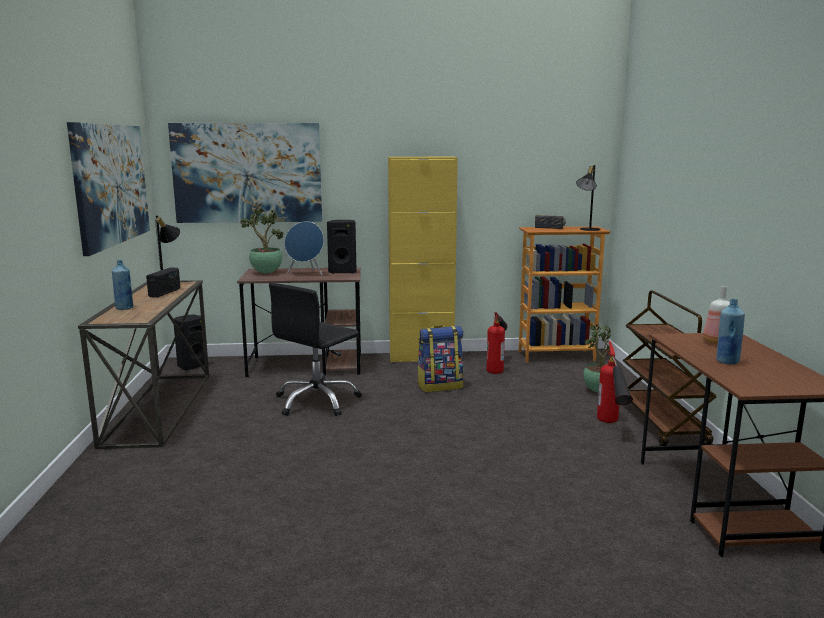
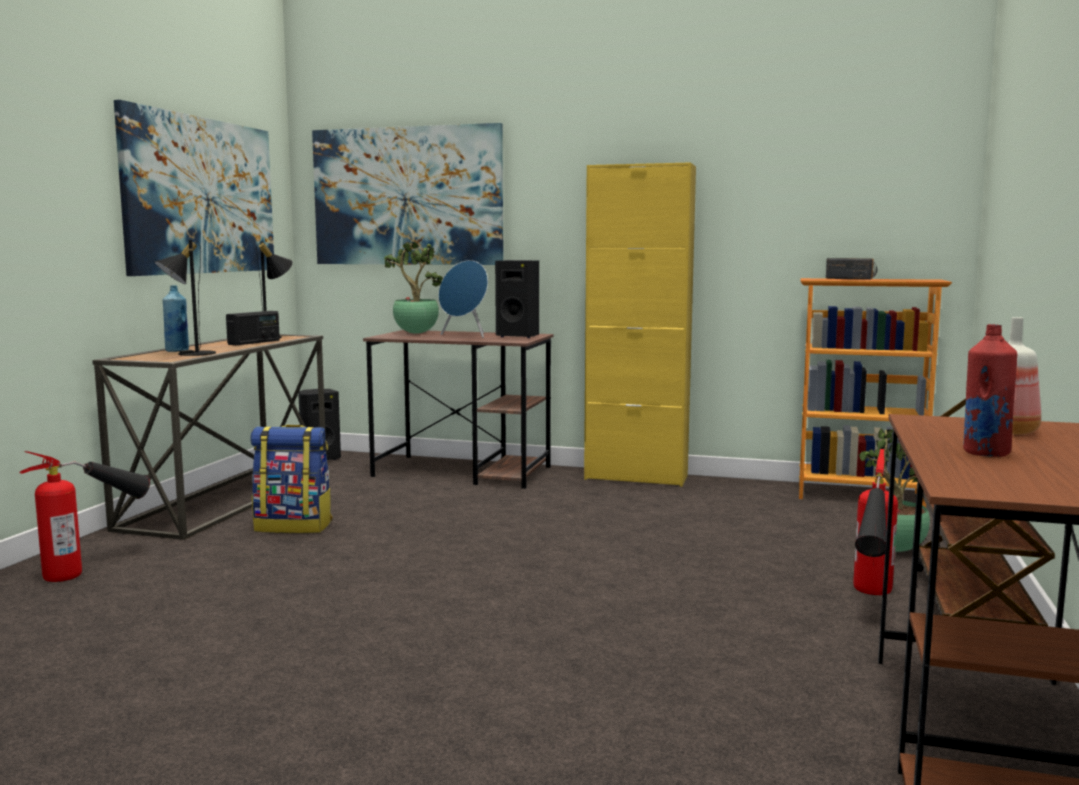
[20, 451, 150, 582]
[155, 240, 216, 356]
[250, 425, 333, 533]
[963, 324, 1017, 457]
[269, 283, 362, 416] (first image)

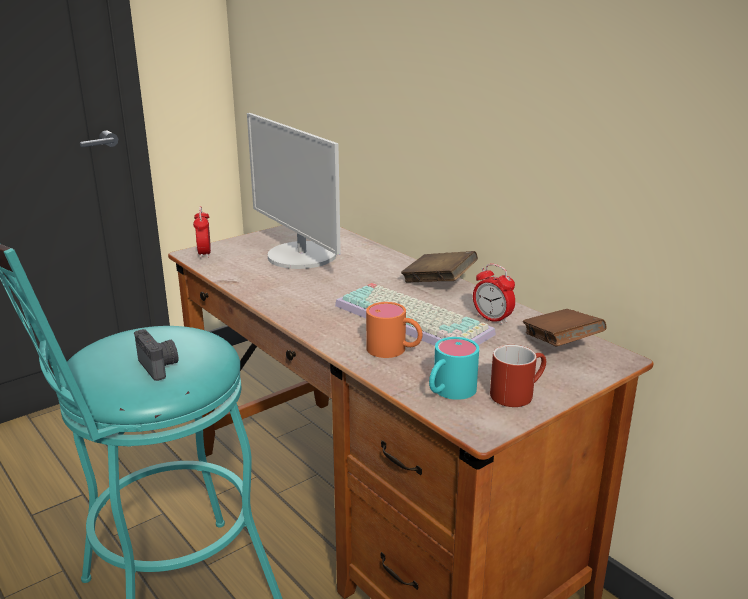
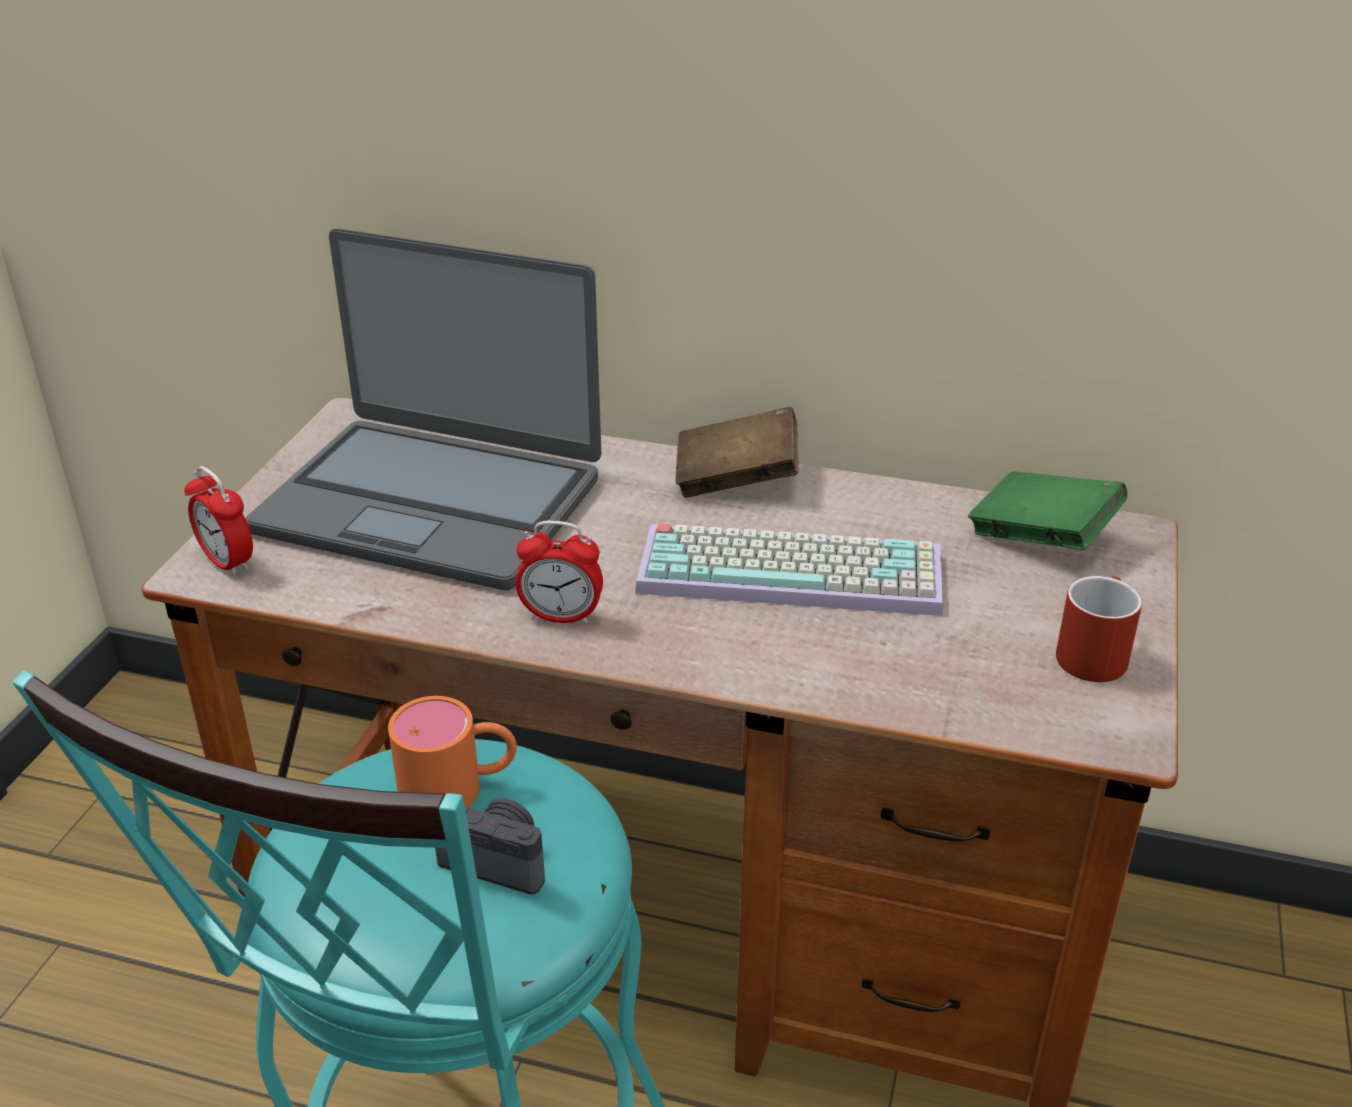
[245, 228, 601, 590]
[388, 696, 517, 807]
[515, 521, 603, 624]
[968, 471, 1127, 550]
[429, 337, 479, 400] (first image)

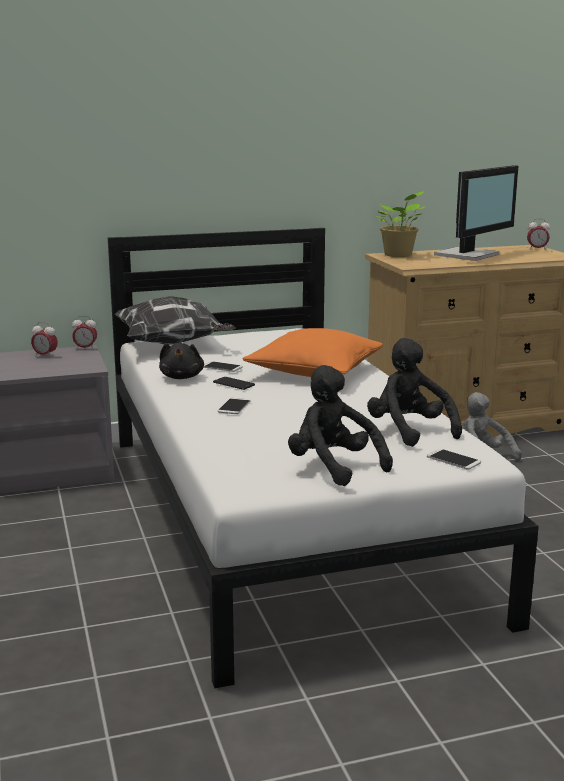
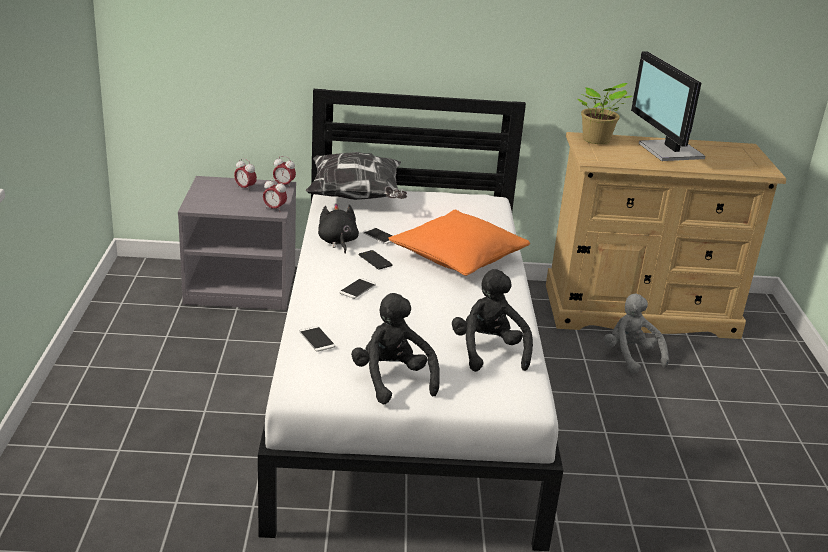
[263, 178, 287, 211]
[299, 326, 335, 352]
[318, 204, 359, 254]
[631, 52, 705, 161]

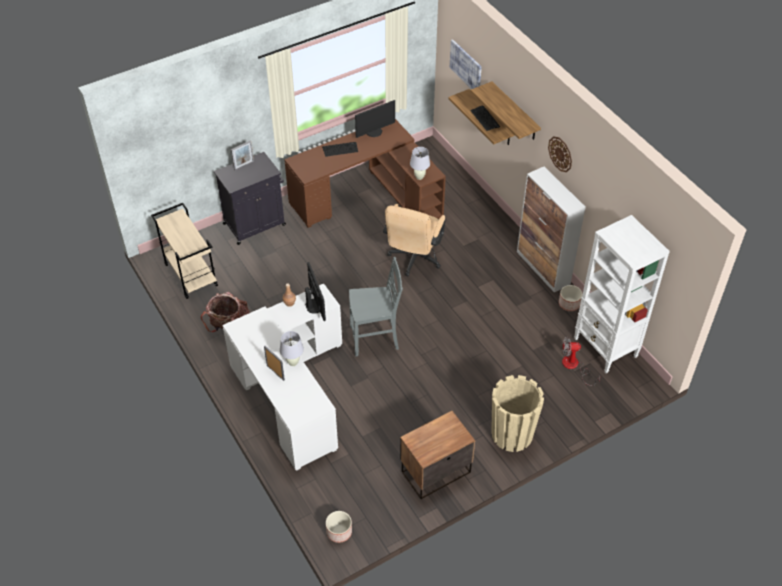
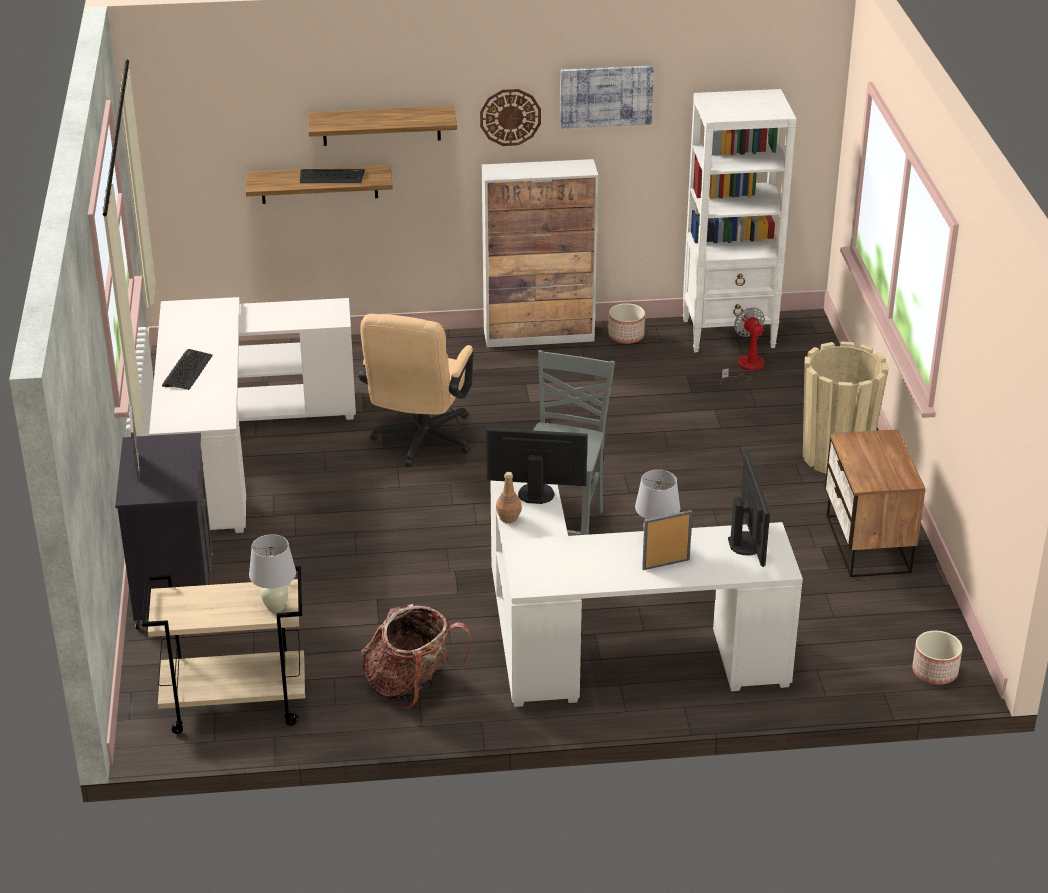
[149, 297, 356, 533]
[249, 534, 296, 612]
[359, 314, 473, 467]
[560, 66, 654, 128]
[721, 307, 765, 387]
[728, 452, 770, 567]

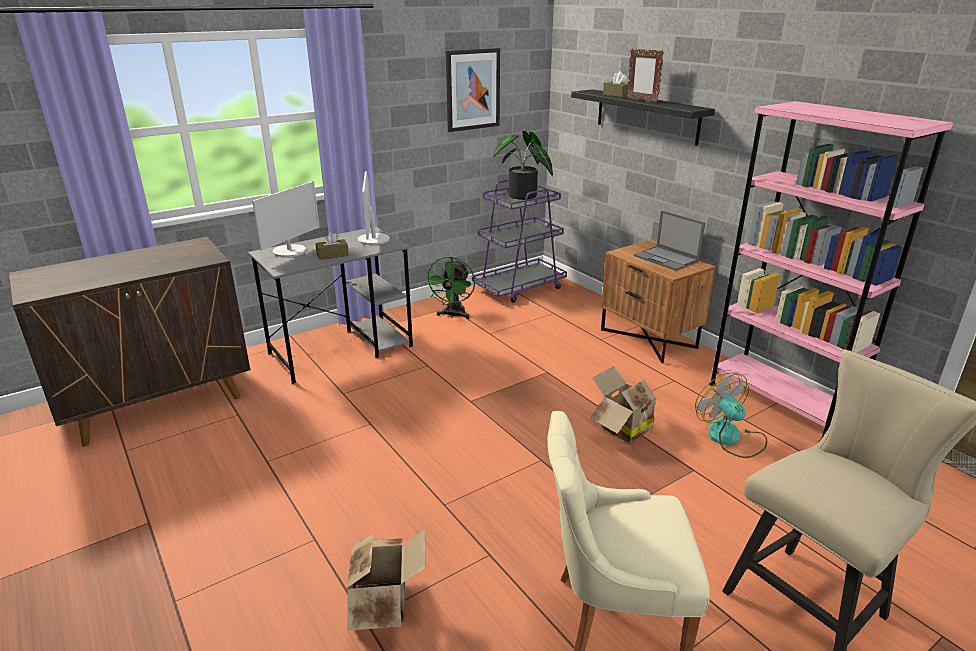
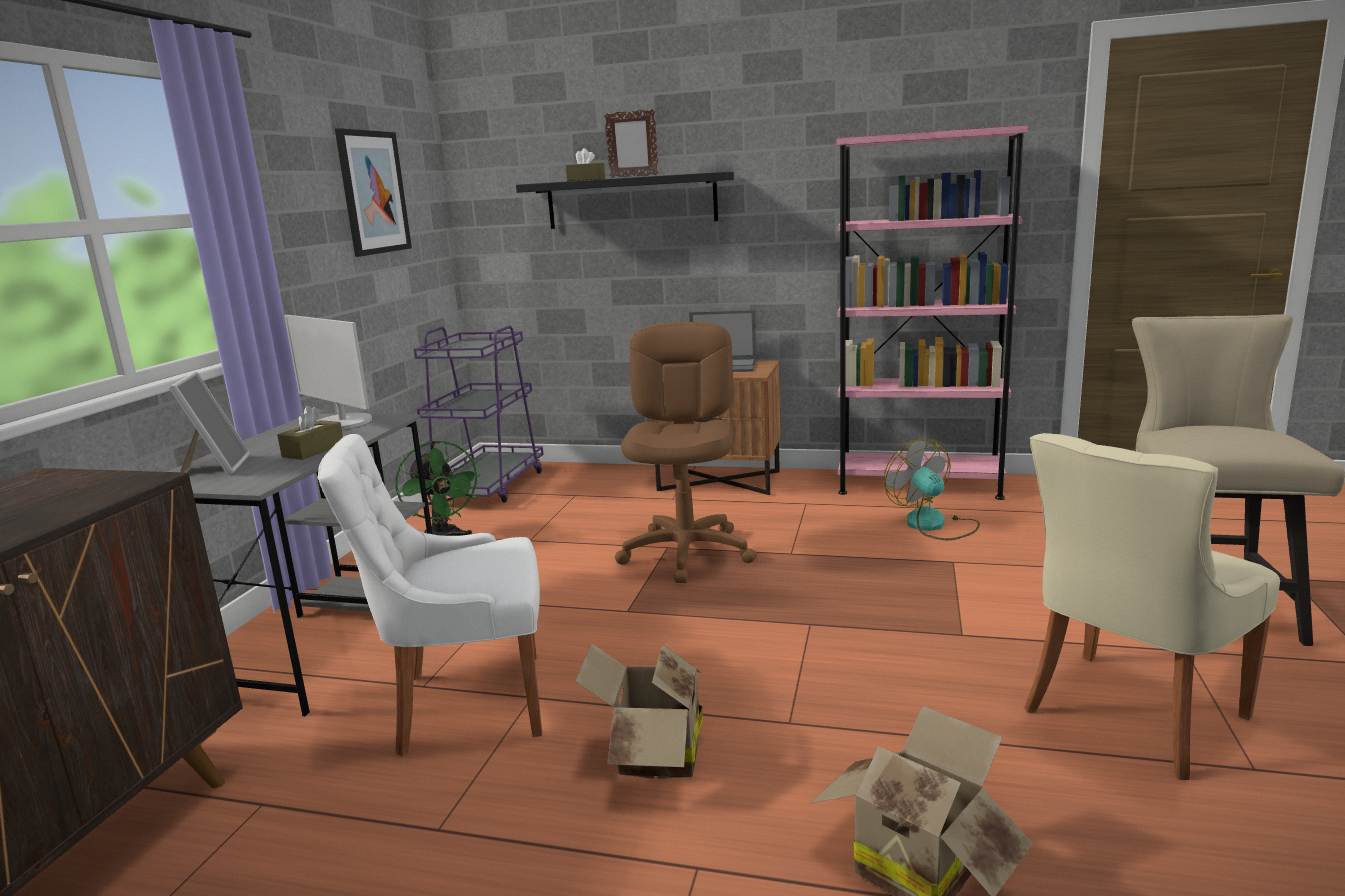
[169, 372, 250, 475]
[317, 434, 542, 756]
[575, 643, 703, 779]
[615, 322, 757, 583]
[884, 439, 980, 540]
[493, 131, 553, 200] (first image)

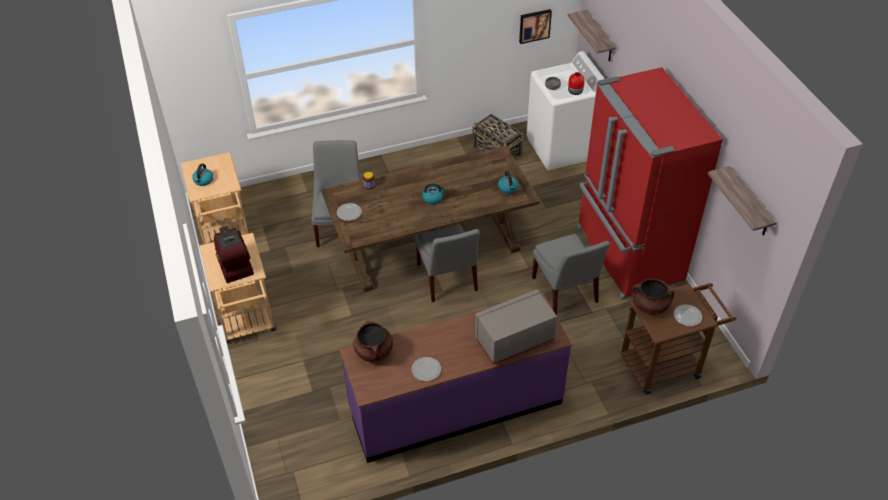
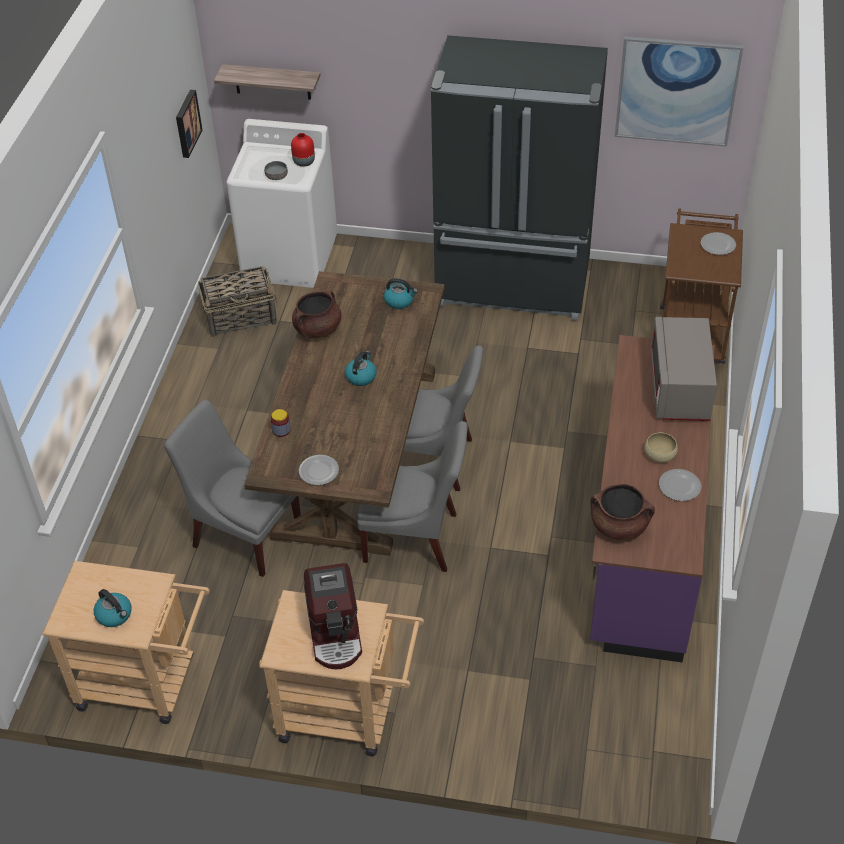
[292, 290, 341, 338]
[304, 563, 362, 669]
[357, 421, 468, 572]
[431, 35, 608, 321]
[615, 36, 743, 147]
[644, 433, 678, 463]

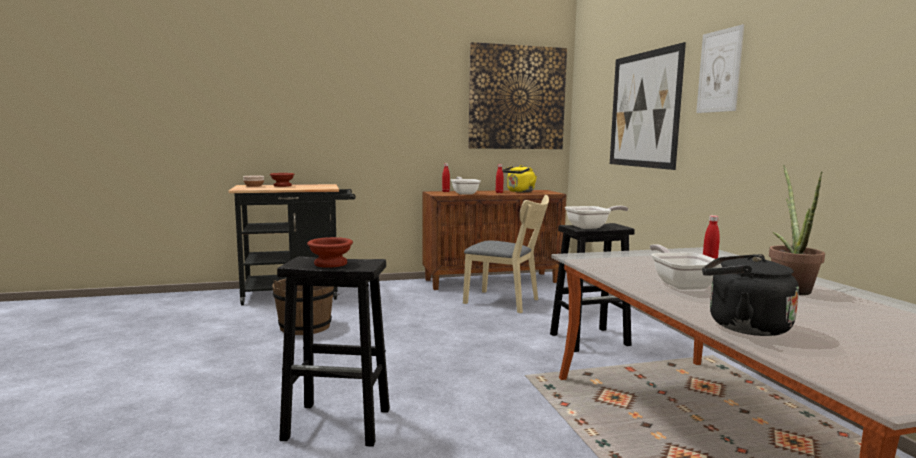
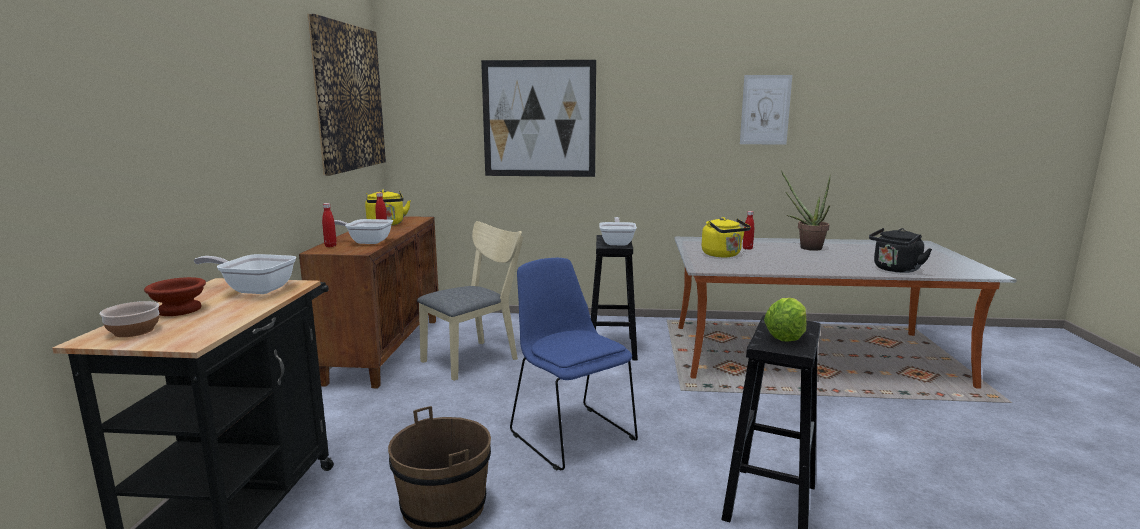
[193, 254, 296, 294]
[510, 258, 638, 470]
[702, 217, 751, 257]
[740, 75, 792, 144]
[764, 298, 807, 341]

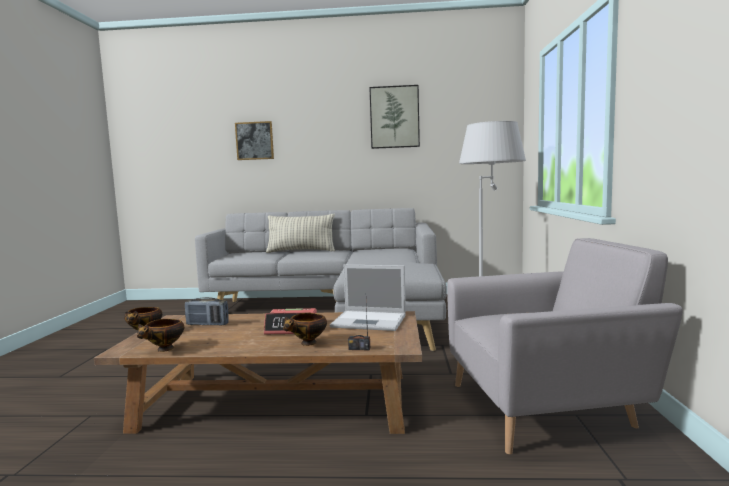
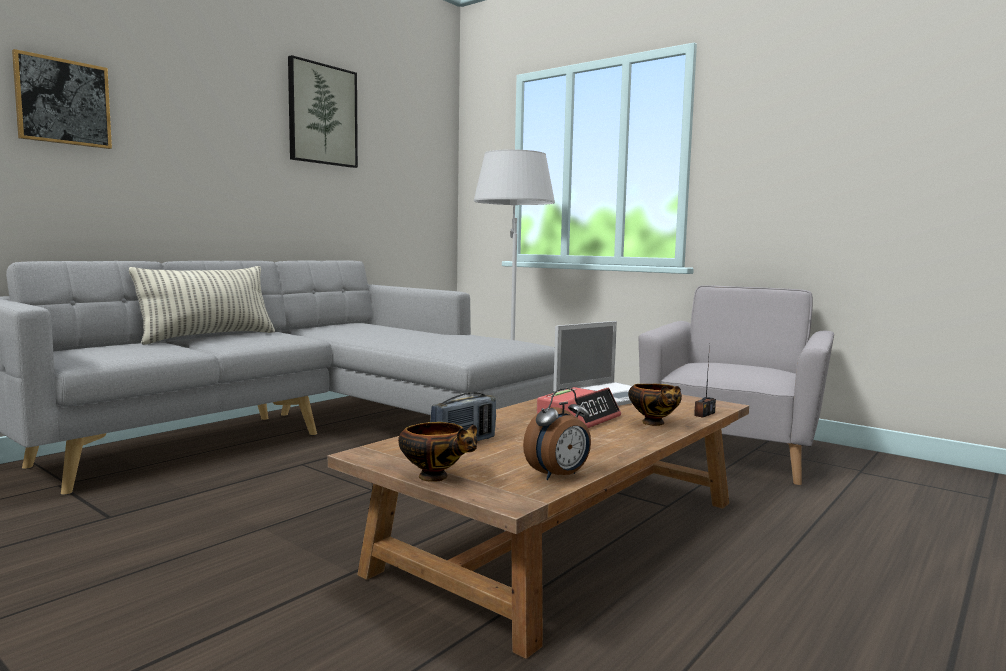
[523, 388, 591, 480]

